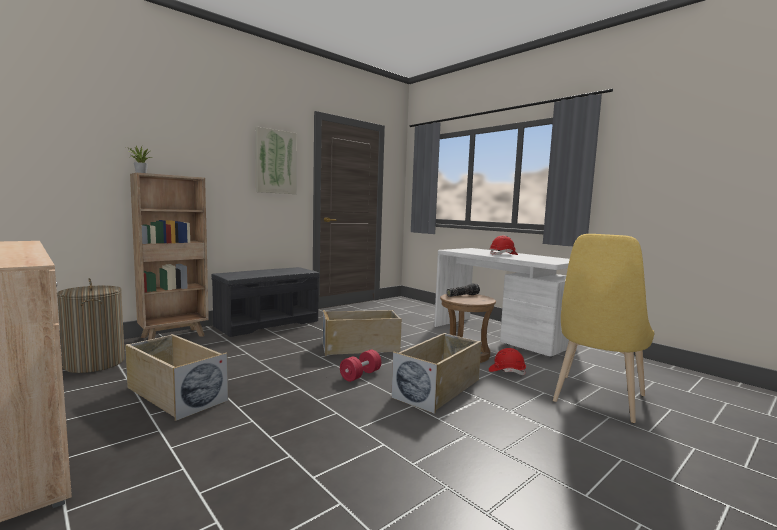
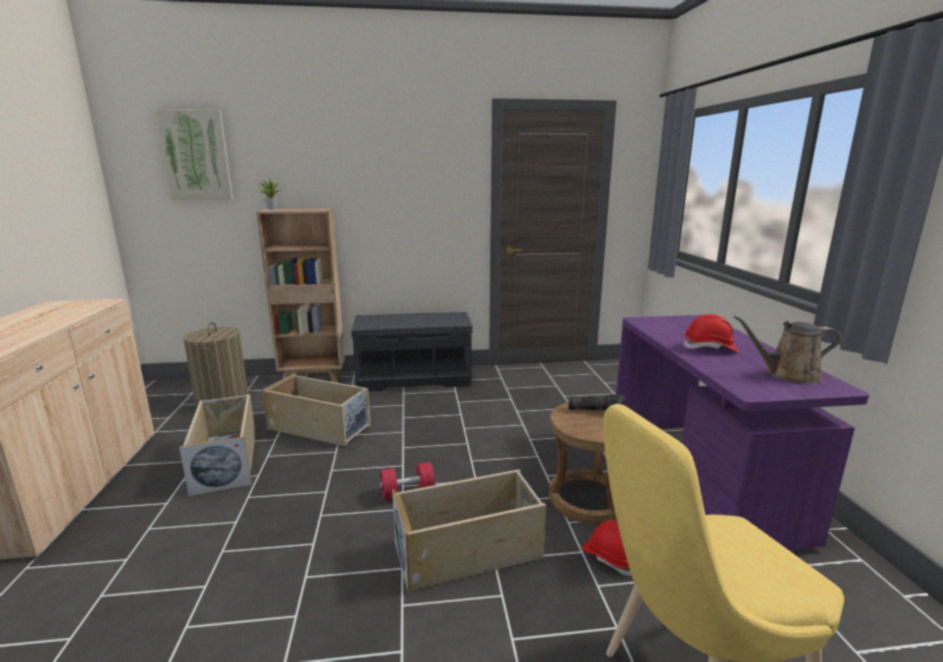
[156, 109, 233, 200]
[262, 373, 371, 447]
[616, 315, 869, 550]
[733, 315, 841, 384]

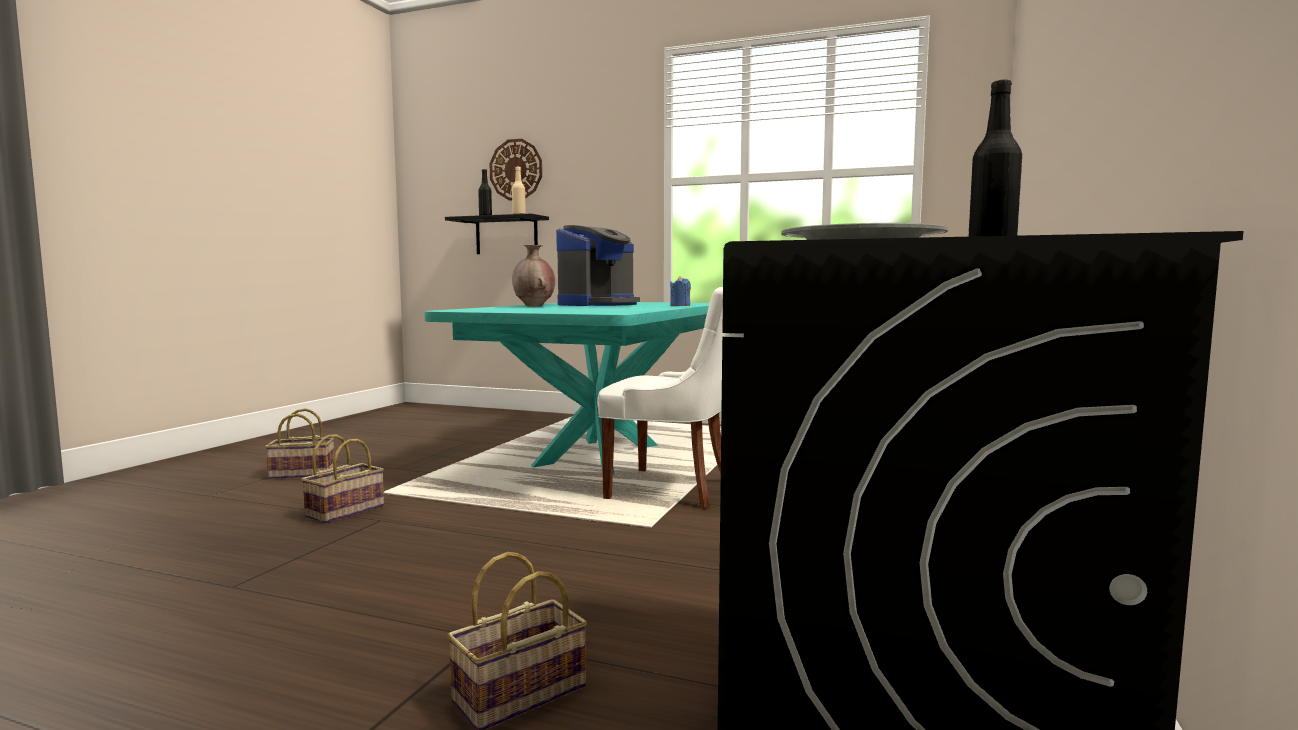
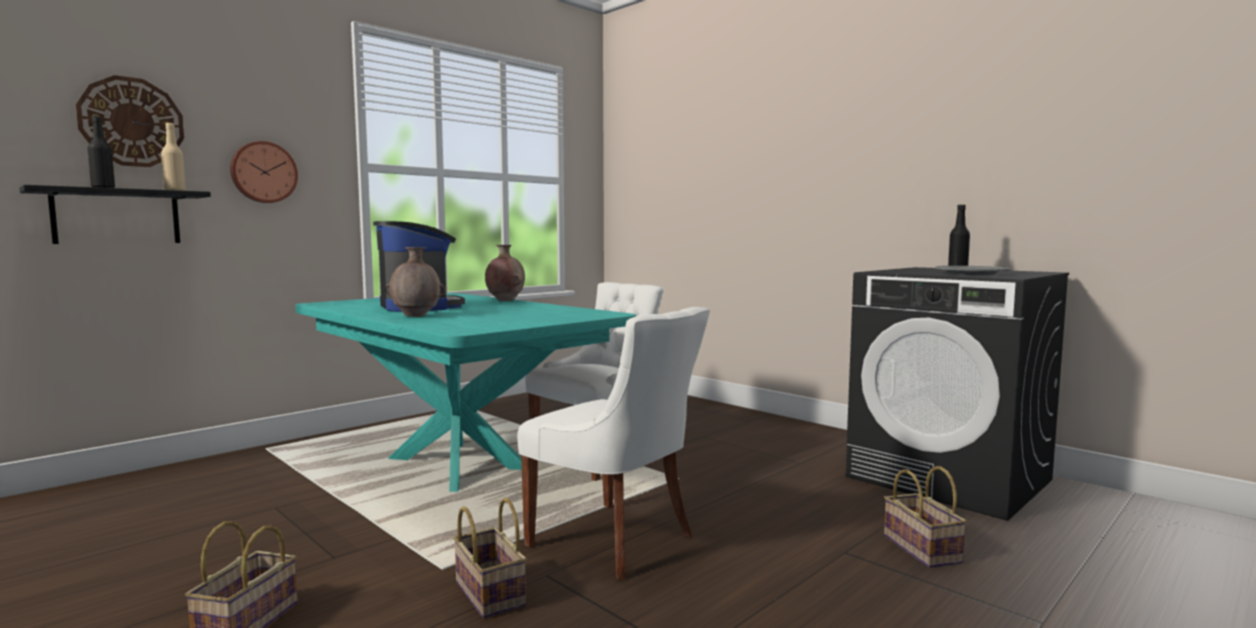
[230, 141, 298, 203]
[485, 245, 525, 301]
[517, 307, 710, 580]

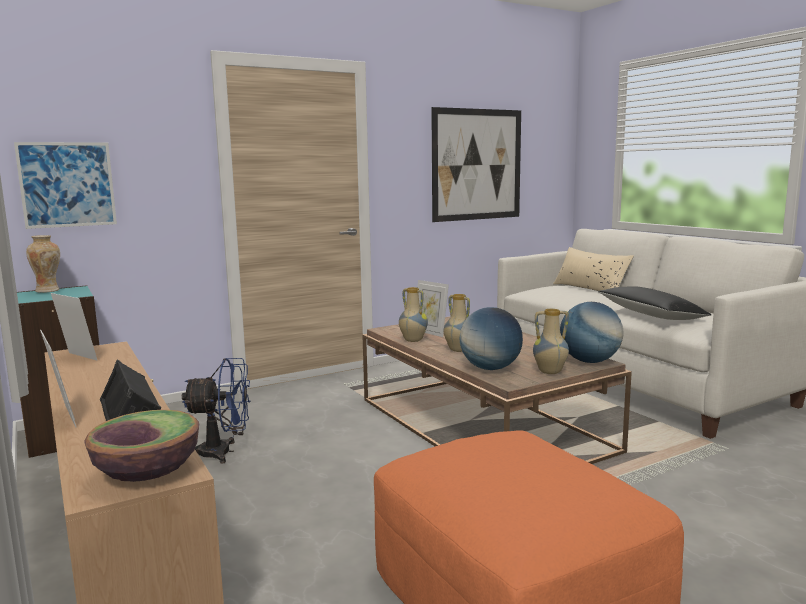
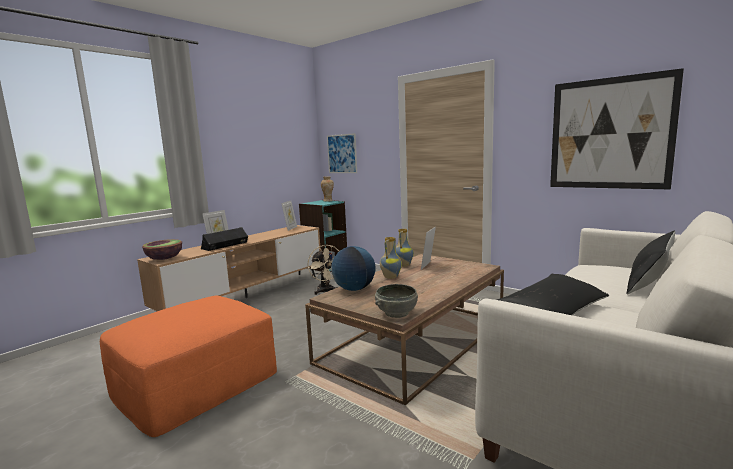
[308, 245, 340, 295]
[375, 284, 418, 318]
[627, 230, 675, 294]
[533, 309, 569, 374] (first image)

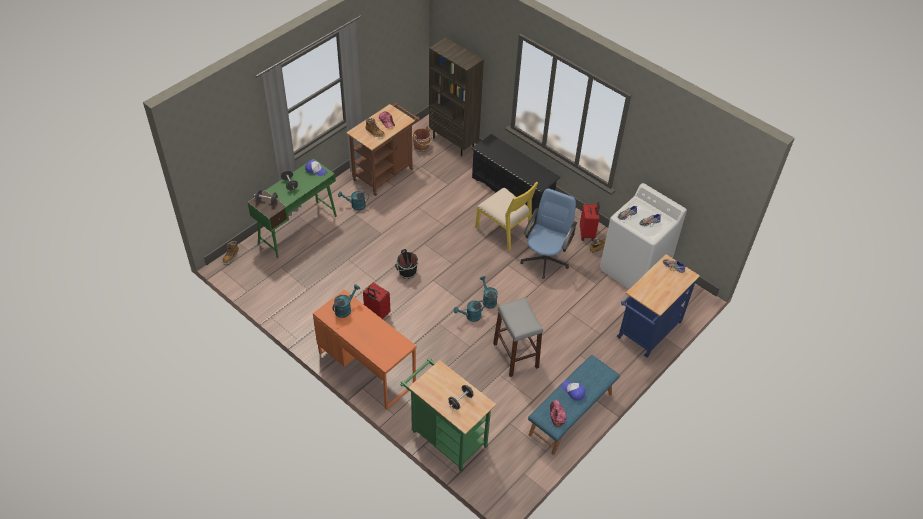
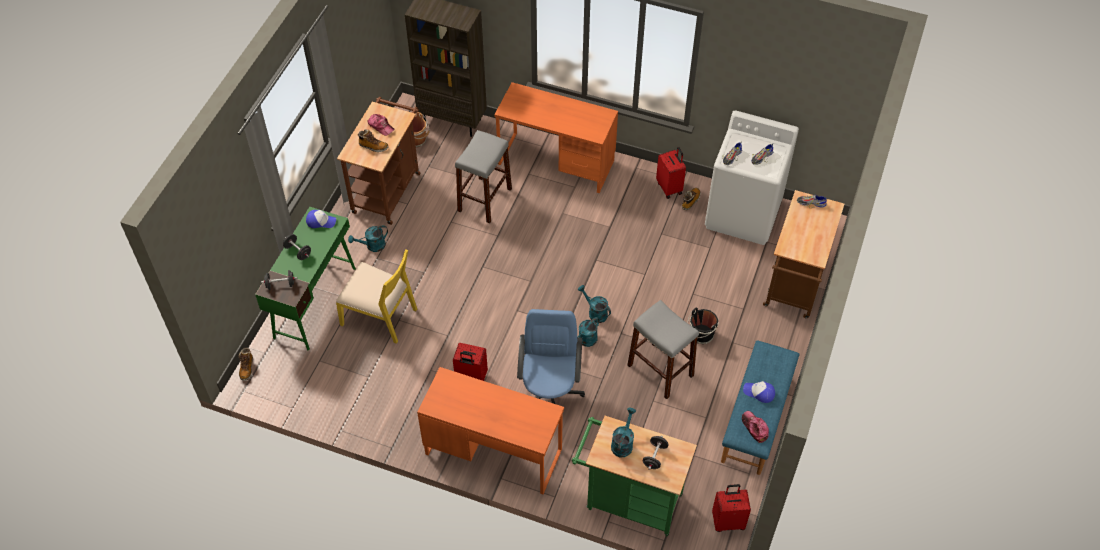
[336, 250, 417, 344]
[455, 130, 512, 223]
[494, 82, 618, 193]
[517, 309, 585, 404]
[611, 407, 636, 458]
[687, 307, 719, 344]
[712, 484, 751, 532]
[763, 190, 844, 318]

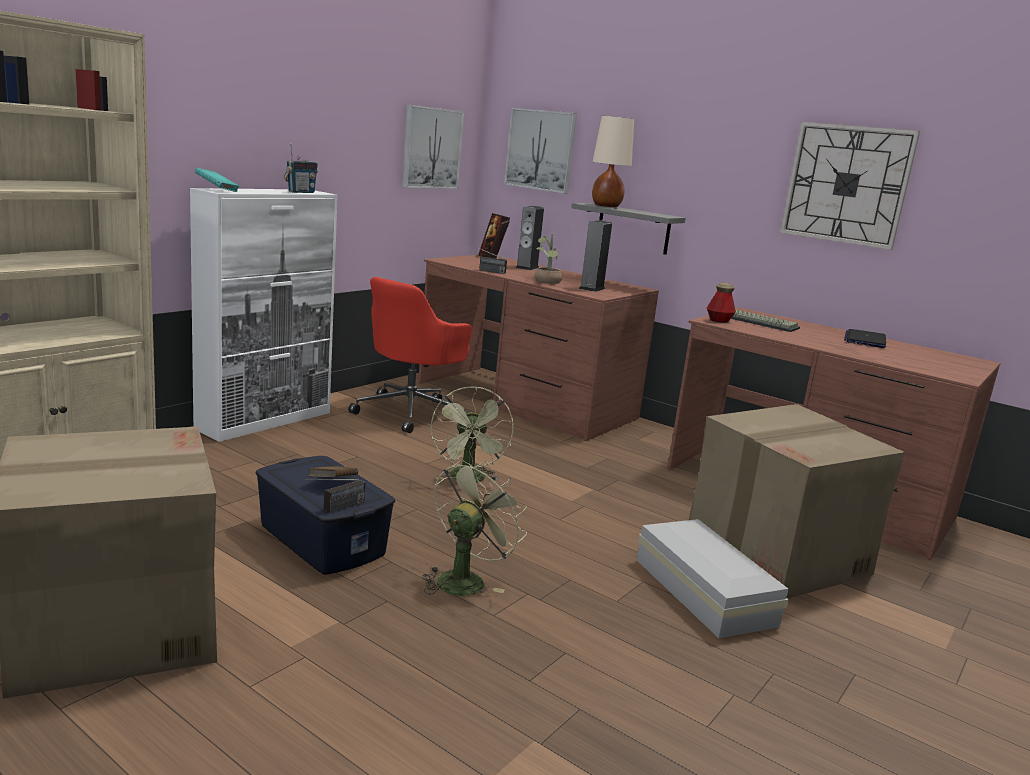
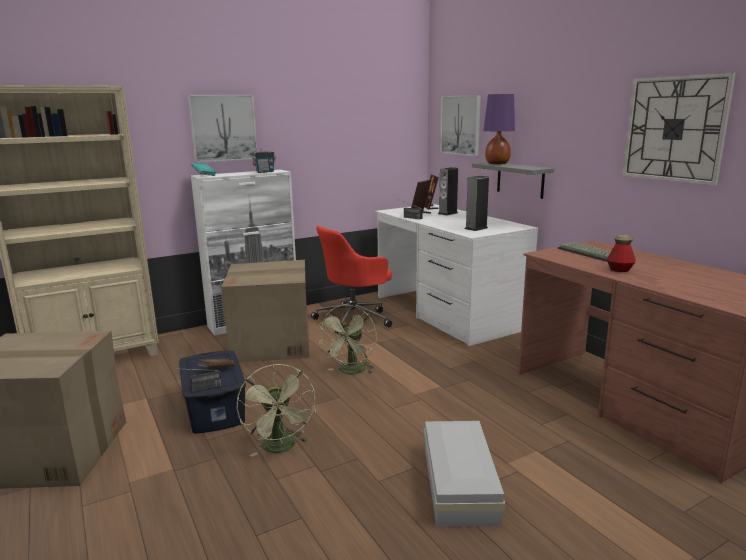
[188, 95, 257, 163]
[221, 260, 309, 362]
[236, 364, 316, 457]
[375, 204, 538, 346]
[484, 94, 515, 164]
[607, 235, 636, 272]
[535, 233, 562, 284] (first image)
[844, 329, 886, 348] (first image)

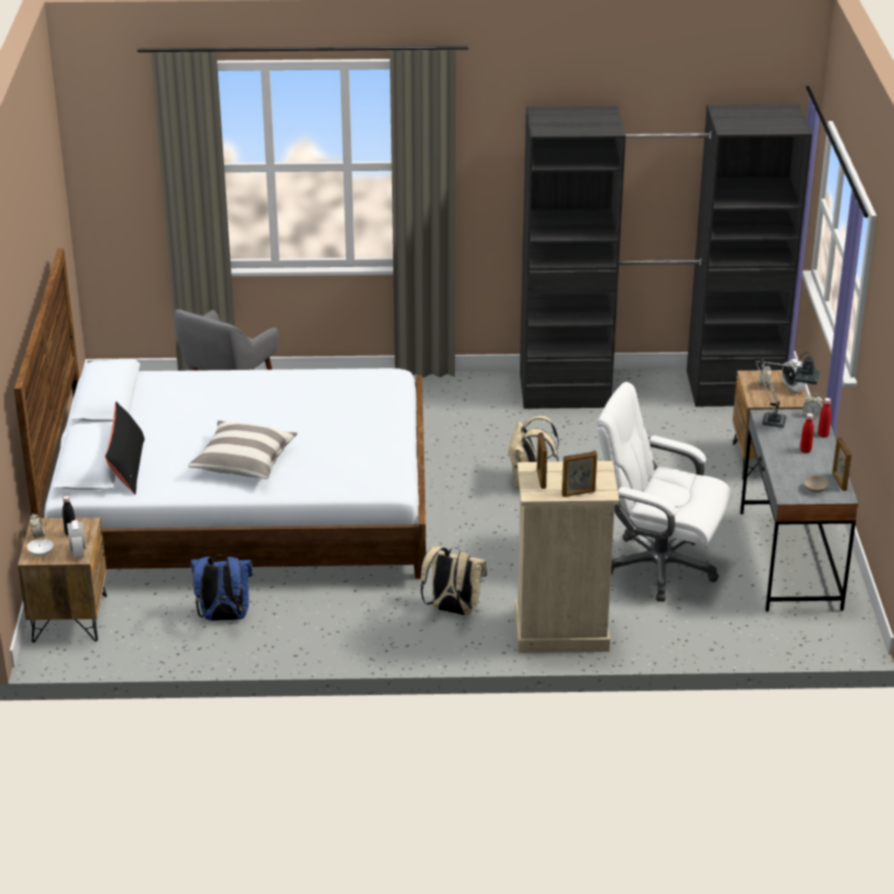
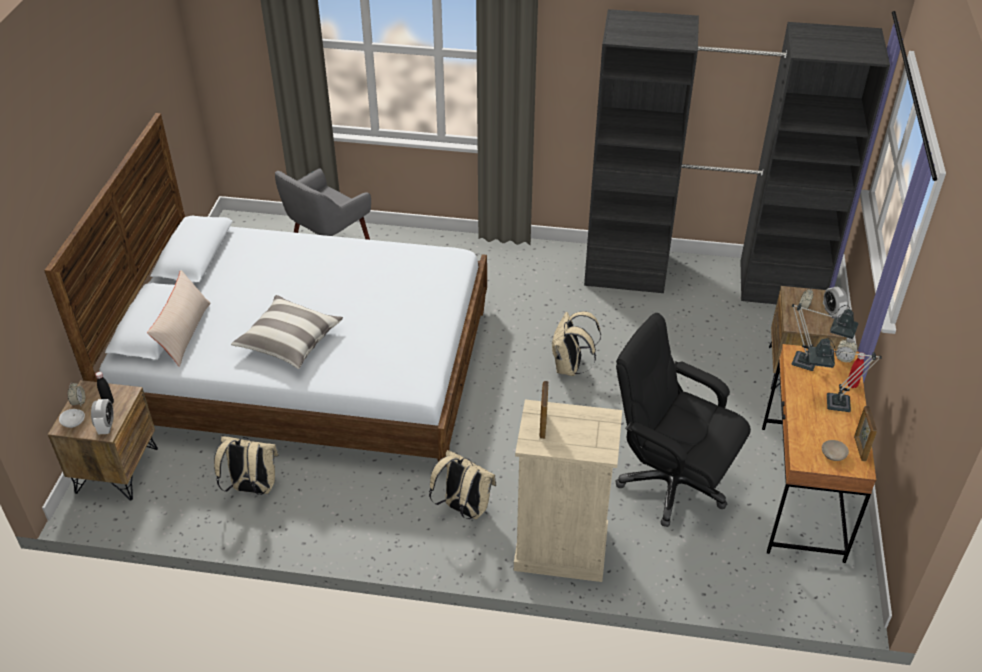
[147, 270, 210, 367]
[214, 436, 279, 495]
[615, 313, 751, 527]
[762, 344, 876, 563]
[809, 338, 882, 412]
[562, 451, 597, 497] (first image)

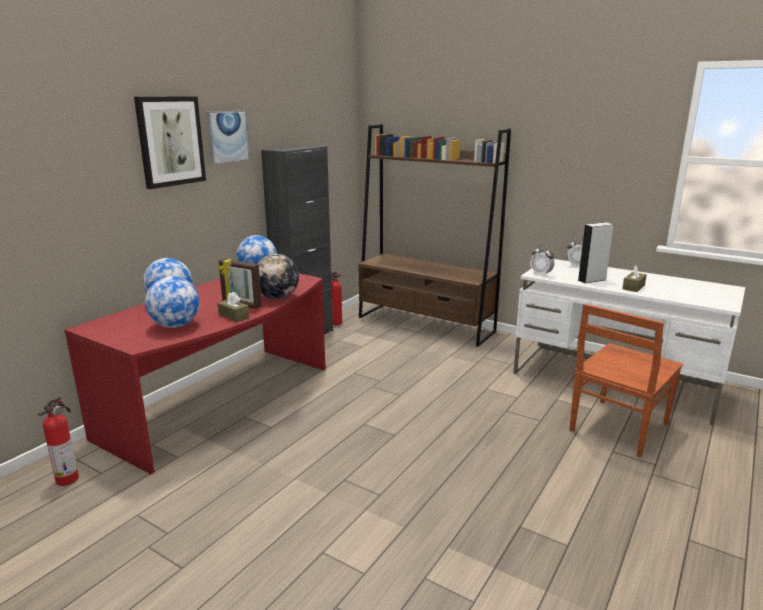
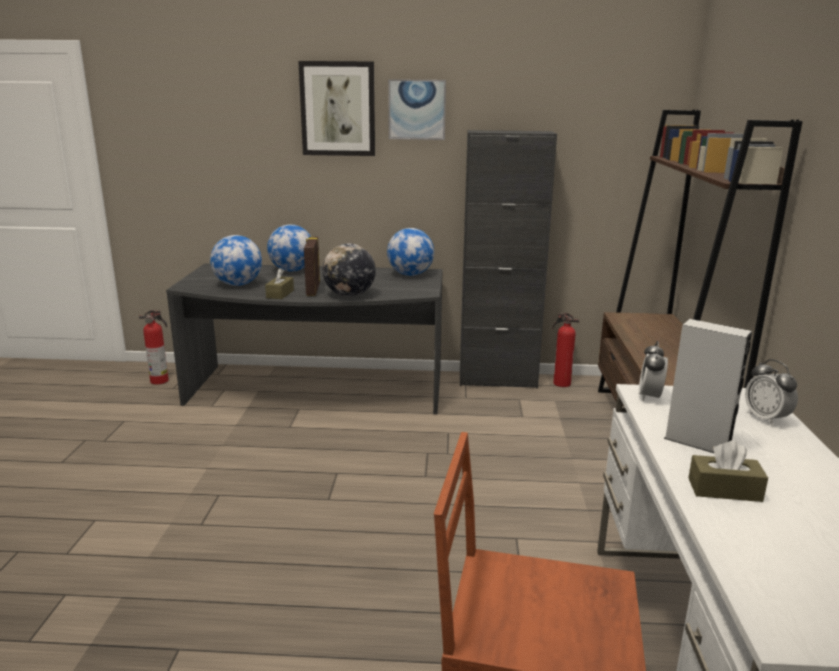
[166, 264, 443, 414]

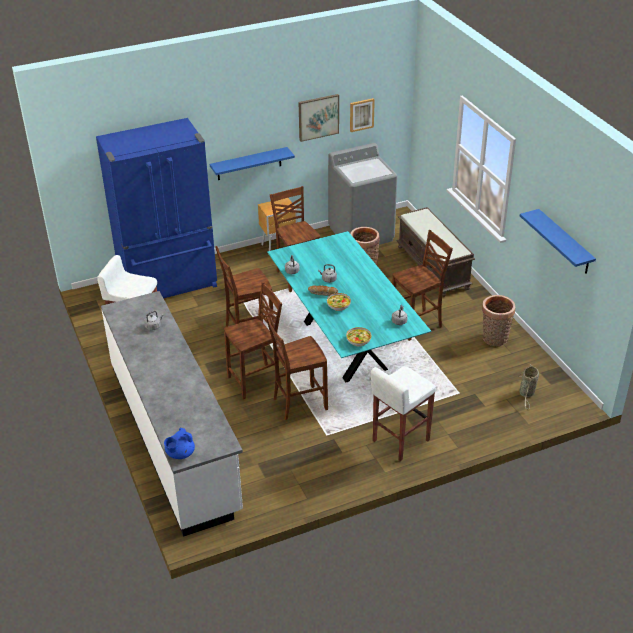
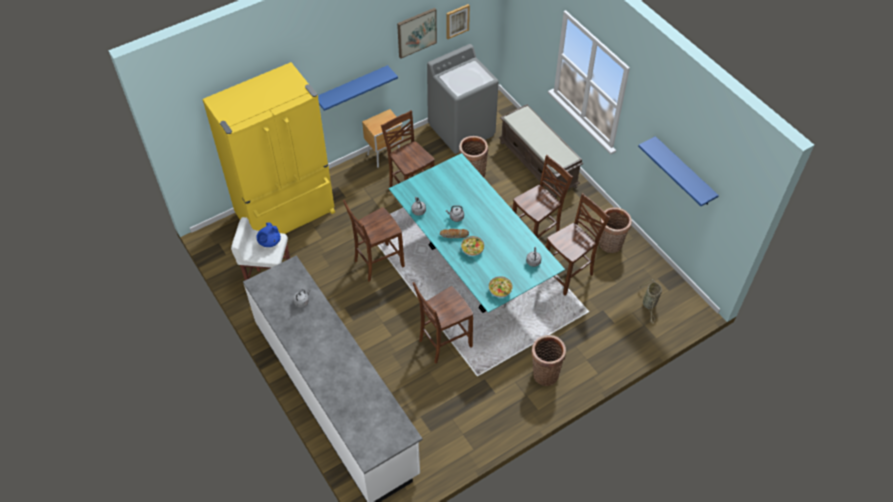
[202, 62, 335, 234]
[257, 222, 281, 247]
[531, 335, 566, 386]
[546, 193, 610, 296]

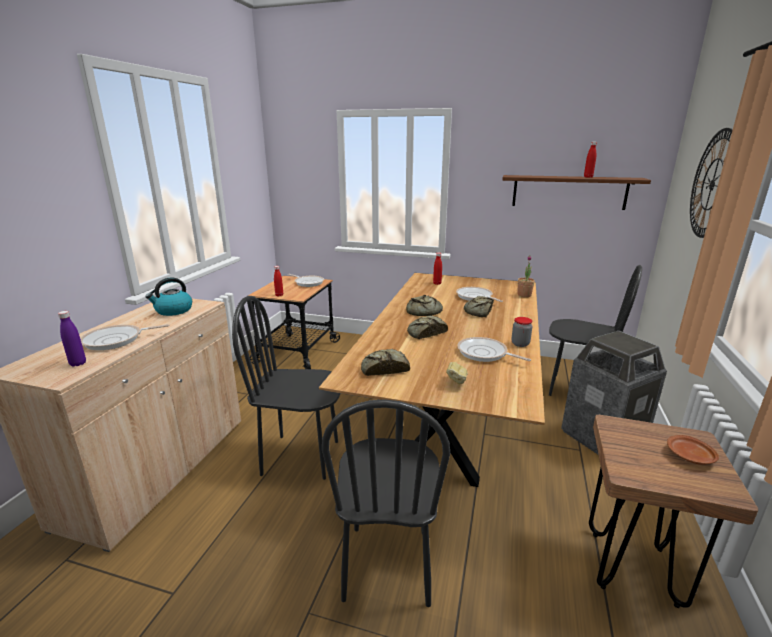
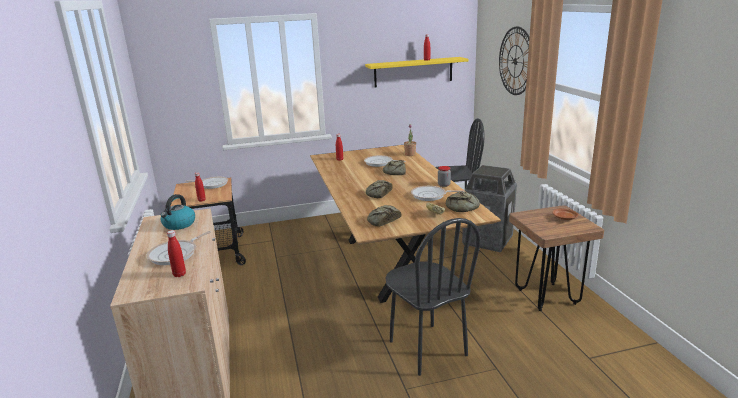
[167, 230, 186, 277]
[365, 57, 468, 87]
[446, 191, 480, 212]
[232, 296, 341, 480] (first image)

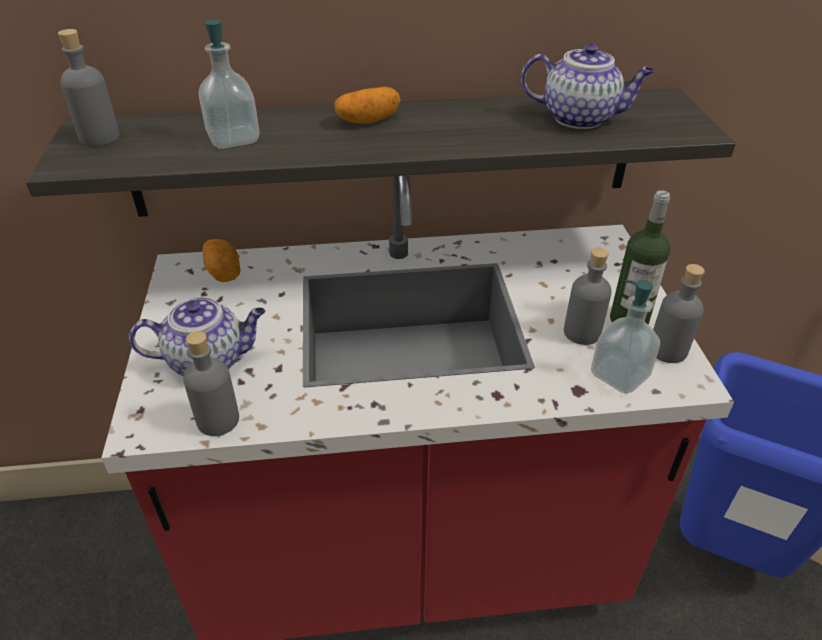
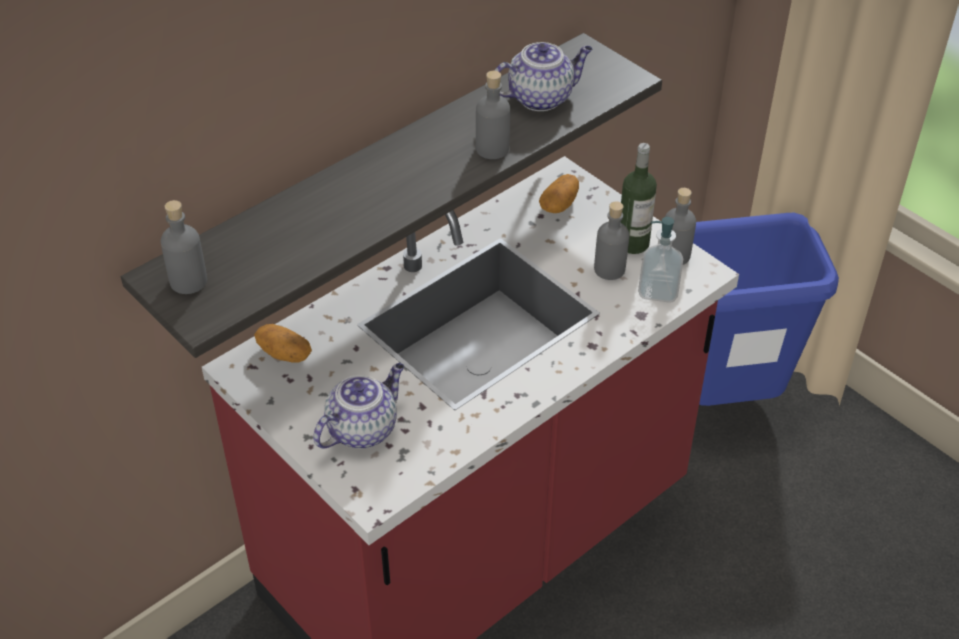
[476, 71, 510, 159]
[539, 174, 579, 213]
[199, 20, 259, 149] (first image)

